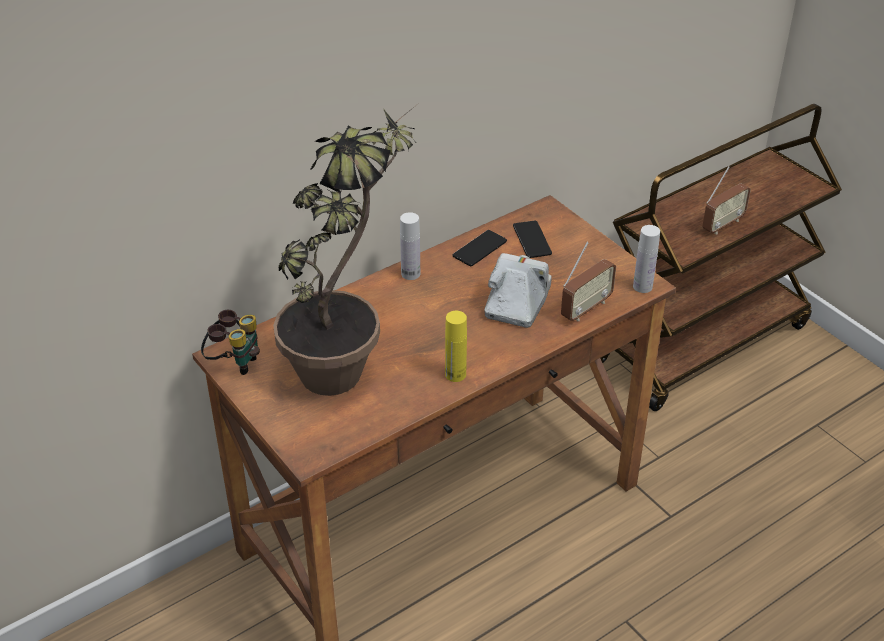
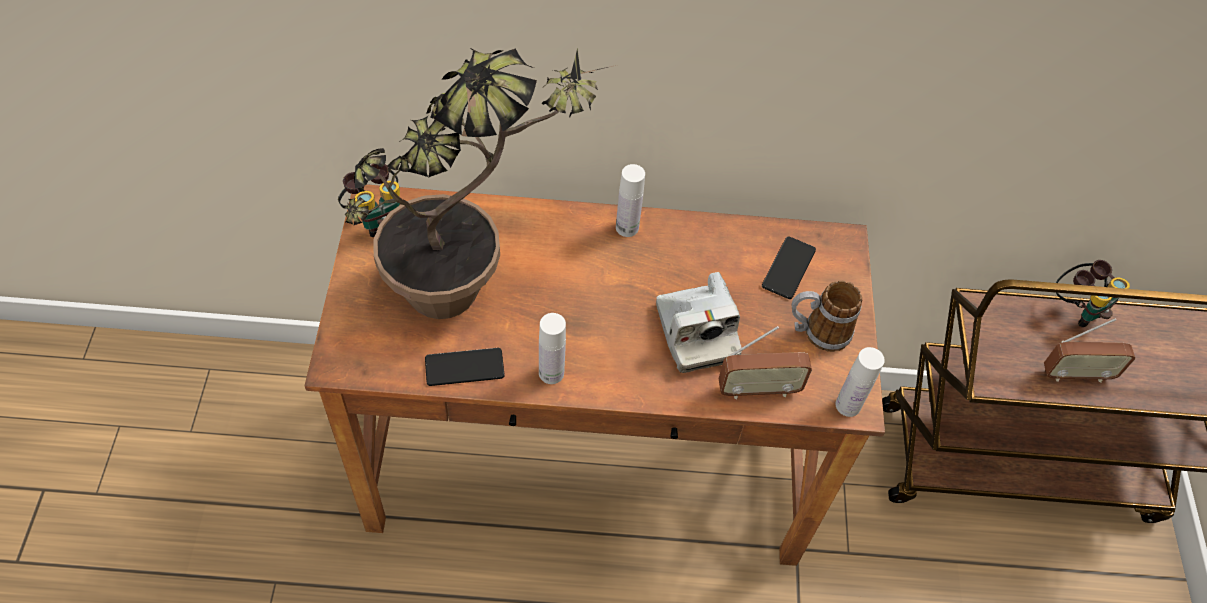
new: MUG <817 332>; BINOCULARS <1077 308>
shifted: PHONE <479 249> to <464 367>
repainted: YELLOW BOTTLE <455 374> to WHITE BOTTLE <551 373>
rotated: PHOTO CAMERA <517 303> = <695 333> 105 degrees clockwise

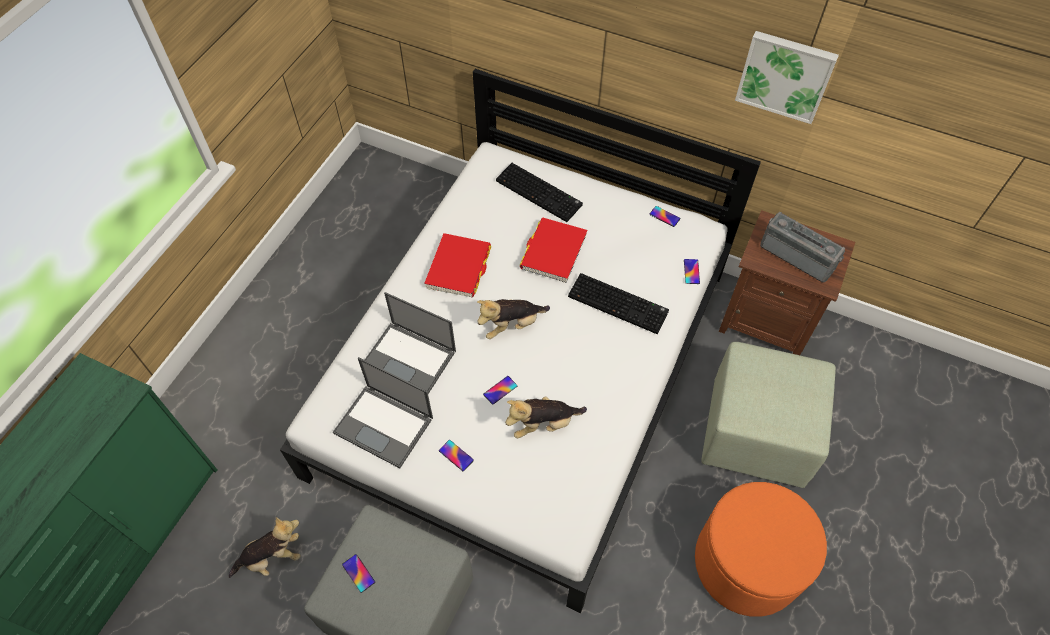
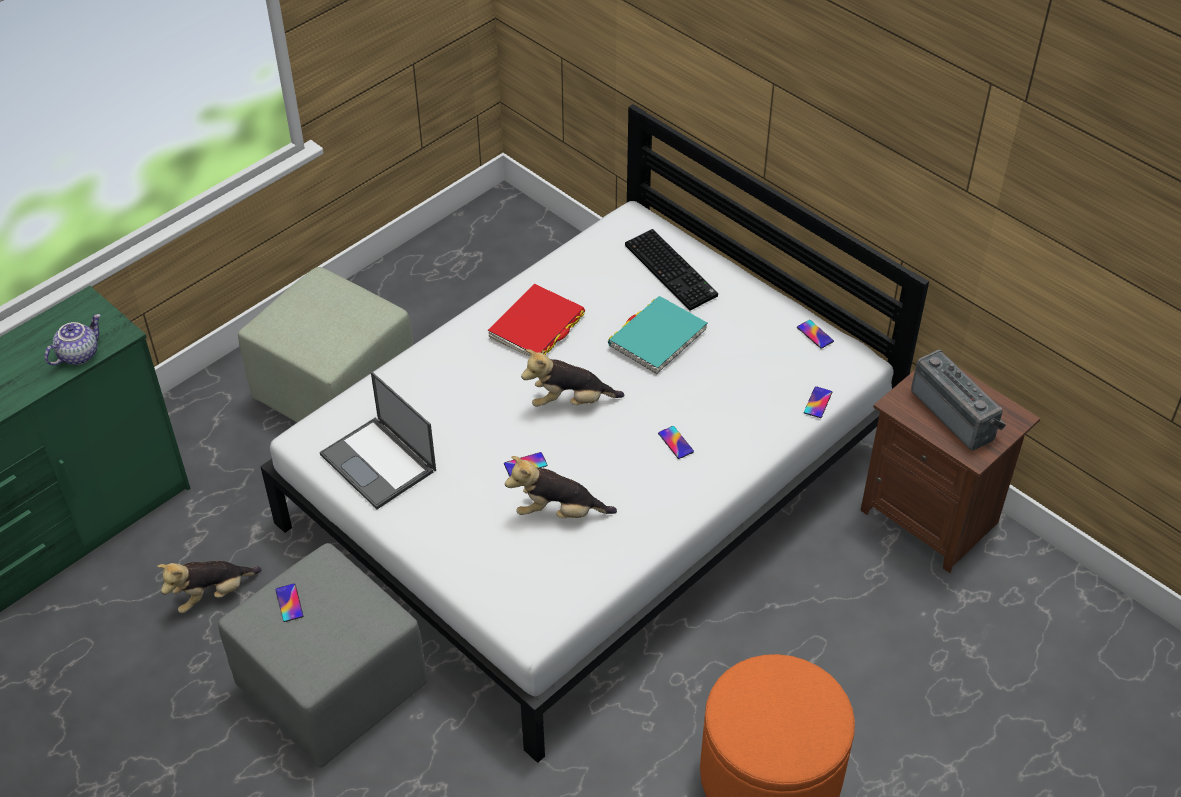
gone: LAPTOP <410 358>; KEYBOARD <619 303>; PICTURE <785 75>
new: TEAPOT <78 354>
shifted: GREEN OTTOMAN <758 433> to <337 391>; PHONE <456 455> to <675 442>
repainted: RED BOOK <553 252> to TURQUOISE BOOK <657 338>
rotated: PLUSH TOY <272 557> = <212 595> 150 degrees clockwise

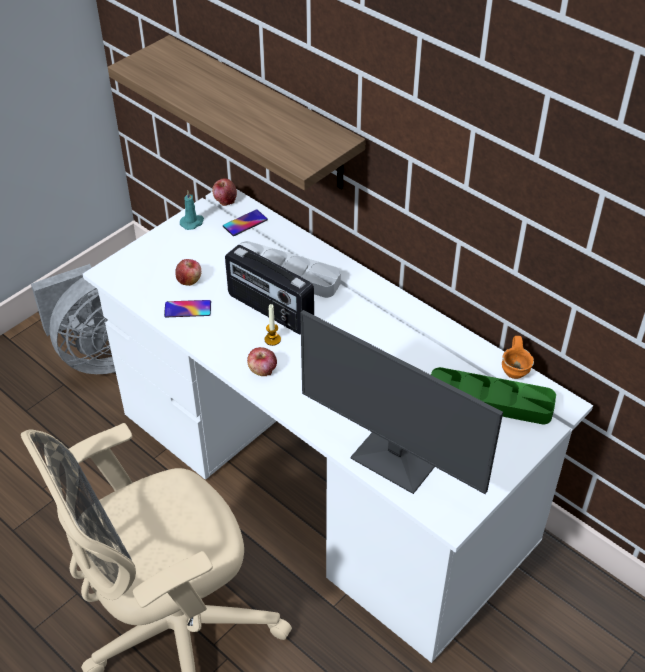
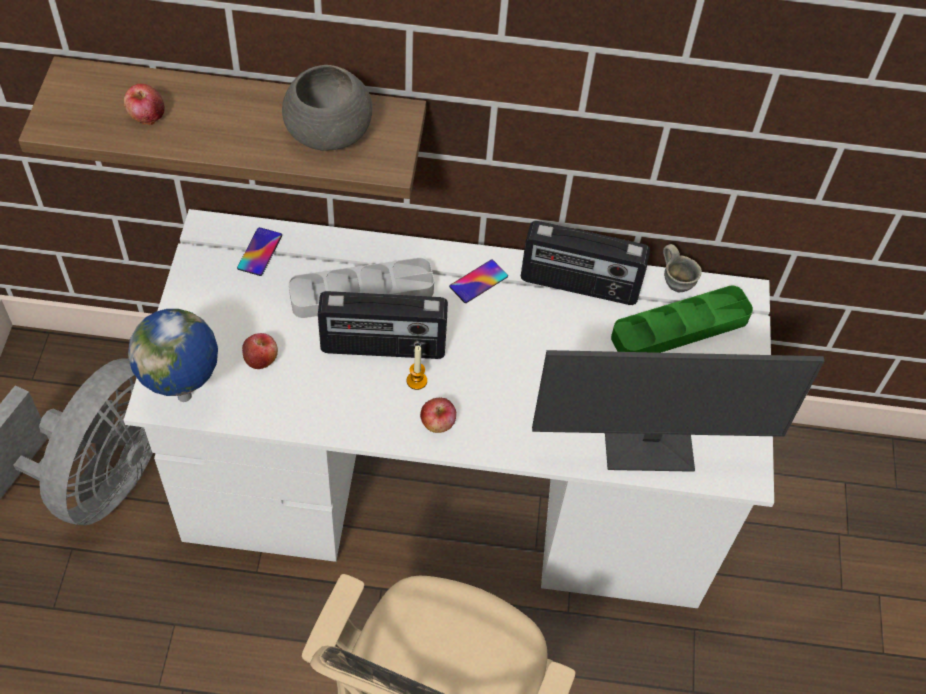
gone: TURQUOISE CANDLE <192 222>
new: GLOBE <186 396>; GREY BOWL <326 133>; RADIO <579 285>
shifted: APPLE <225 200> to <146 116>; PHONE <187 309> to <478 281>
repainted: ORANGE MUG <516 371> to GREY MUG <677 282>

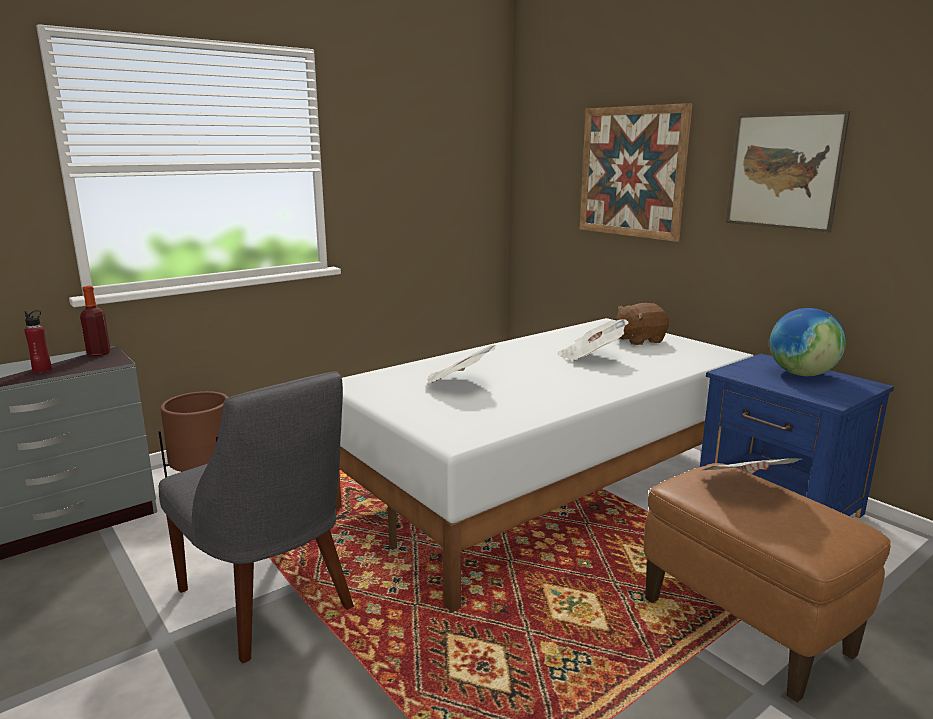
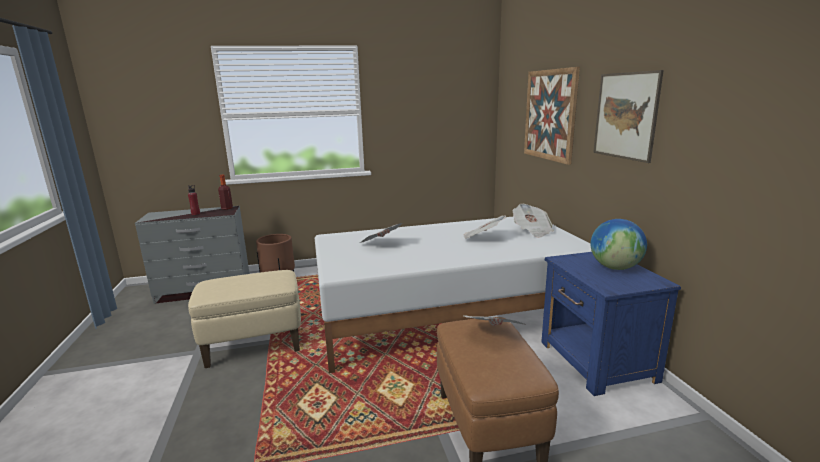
swapped: GREY CHAIR <269 602> to BEIGE OTTOMAN <253 346>; BROWN PLUSH TOY <639 340> to NEWSPAPER <532 231>

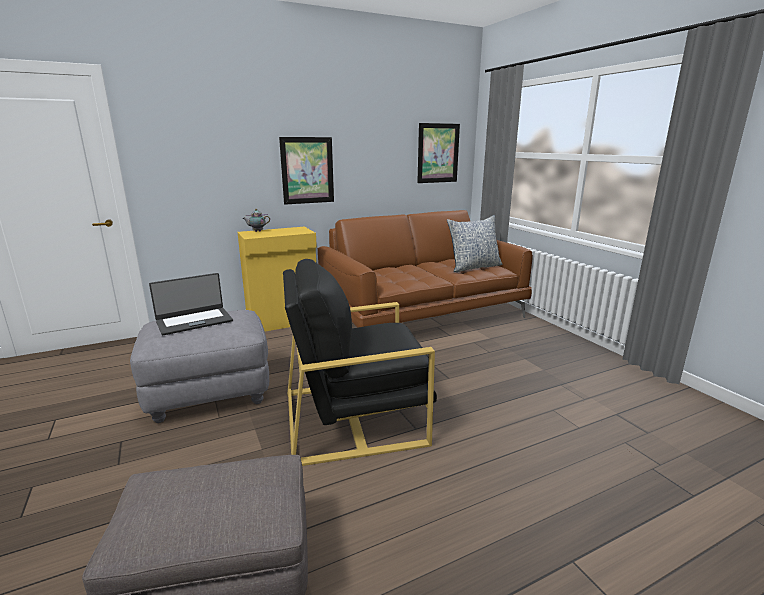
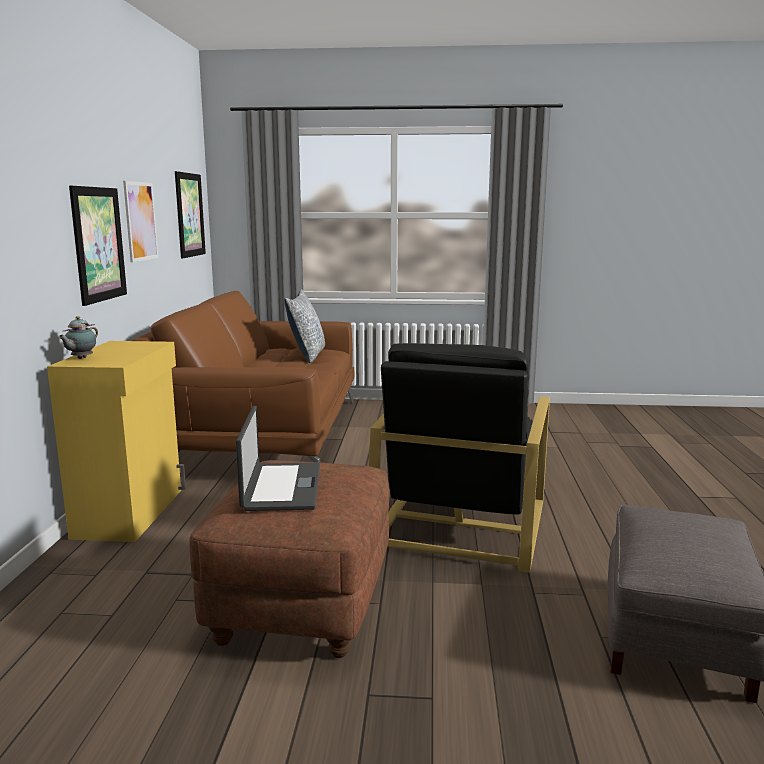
new: PICTURE <140 221>
repainted: GREY OTTOMAN <210 393> to BROWN OTTOMAN <302 602>

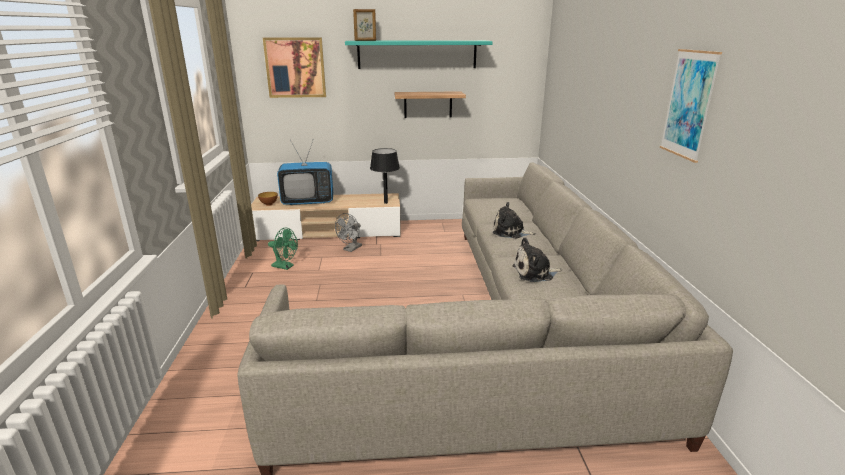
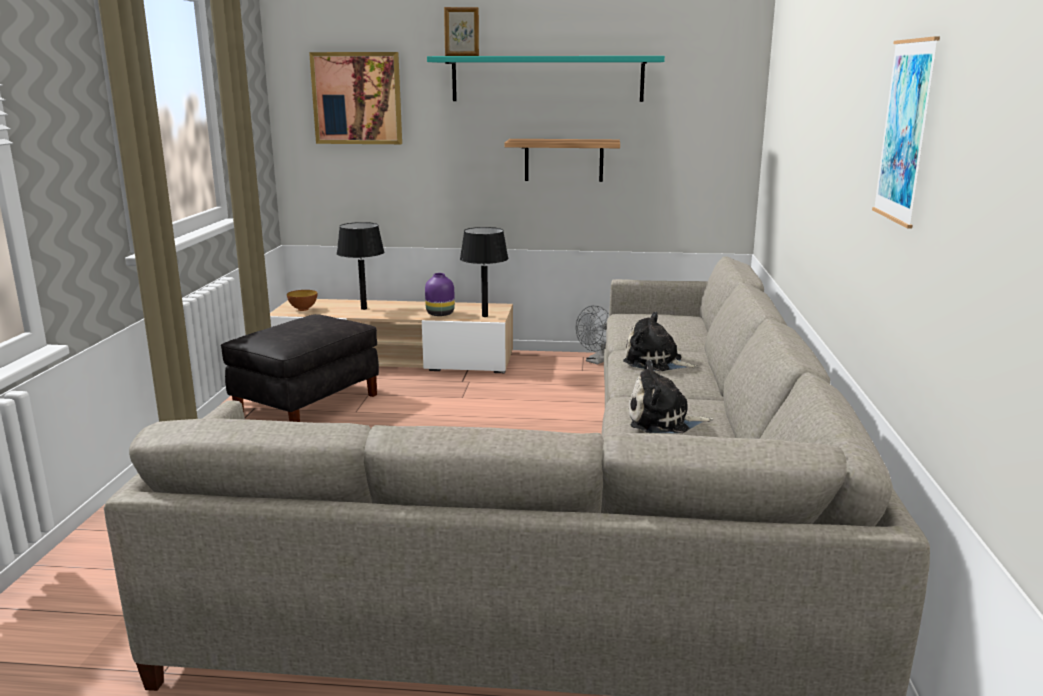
new: PURPLE VASE <439 314>
shifted: GREY FAN <351 249> to <597 361>
swapped: GREEN FAN <285 266> to BLACK OTTOMAN <307 403>; TELEVISION <308 201> to BLACK TABLE LAMP <364 308>

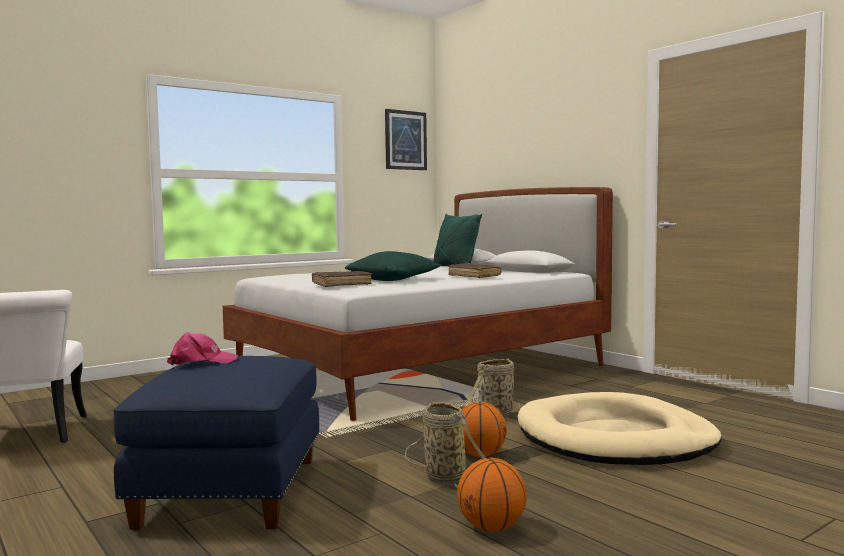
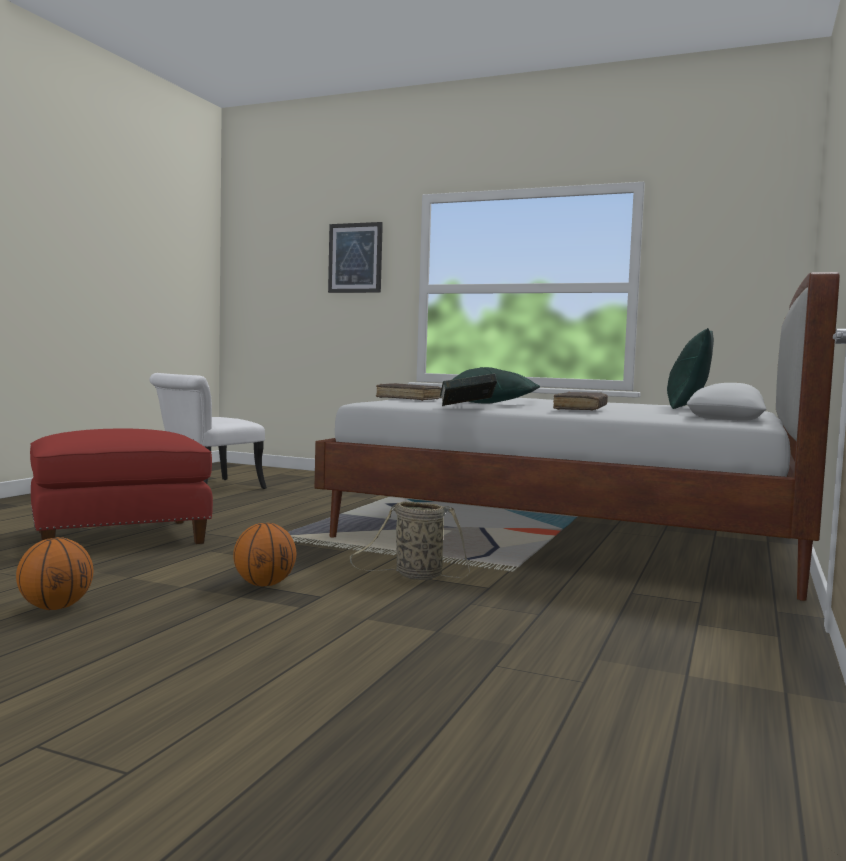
gone: PINK CAP <201 361>; BASKET <443 478>; BEIGE DOG BED <615 438>
new: BOOK <467 407>
shifted: PICTURE <405 140> to <355 258>
repainted: BLUE OTTOMAN <229 490> to RED OTTOMAN <120 537>

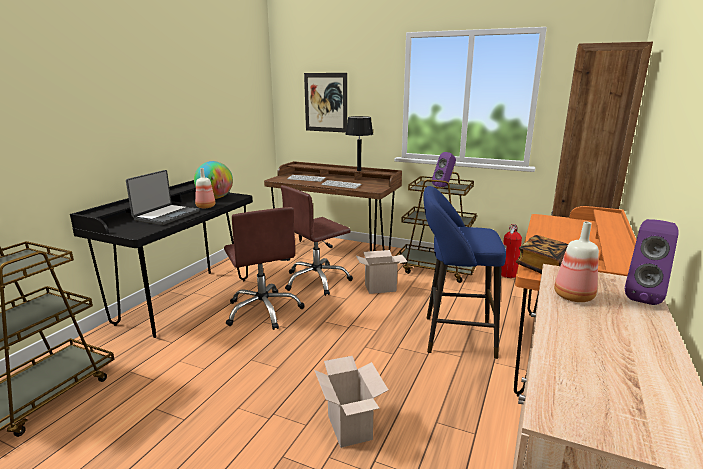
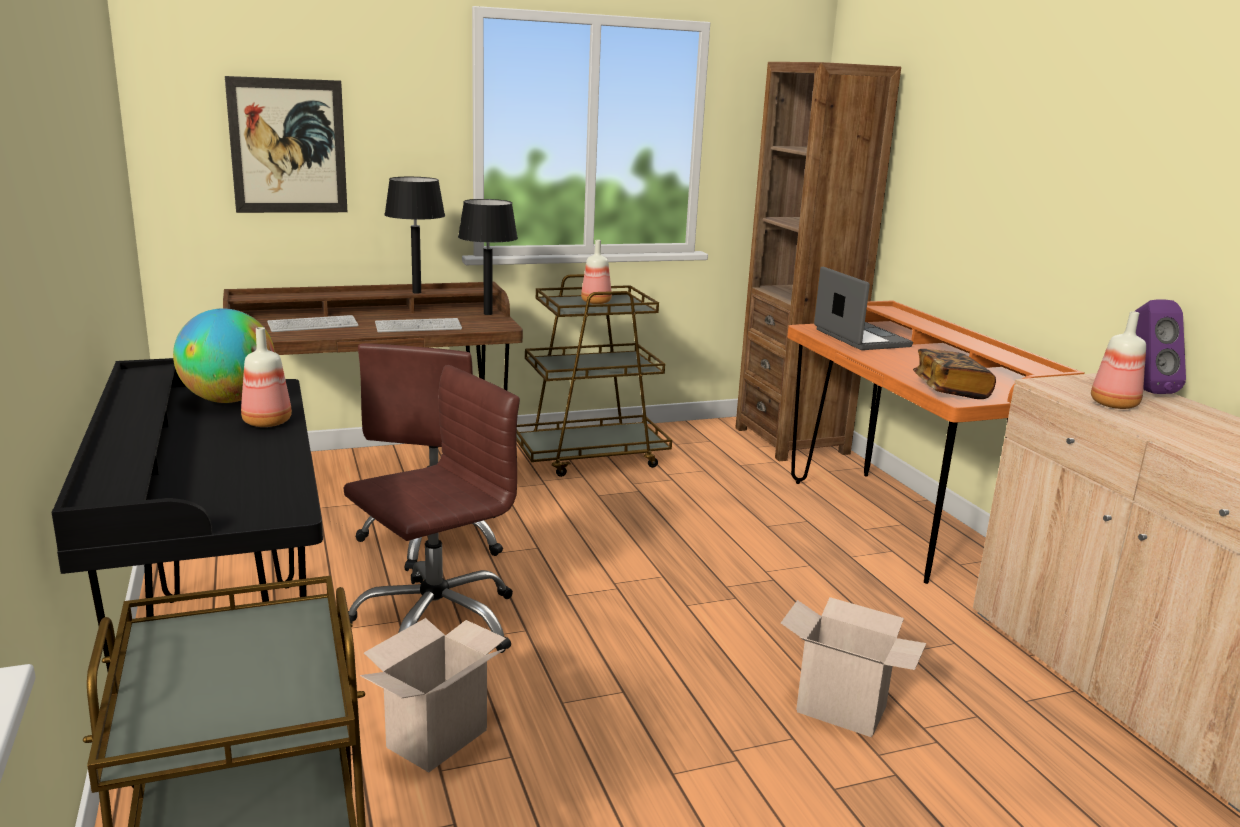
gone: BLUE STOOL <453 336>; FIRE EXTINGUISHER <508 274>
new: BLACK TABLE LAMP <487 314>
shifted: CARDBOARD BOX <381 287> to <437 736>; LAPTOP <166 215> to <859 338>
swapped: PURPLE SPEAKER <444 186> to BOTTLE <597 302>
rotated: BROWN OFFICE CHAIR <264 311> = <435 622> 60 degrees counterclockwise

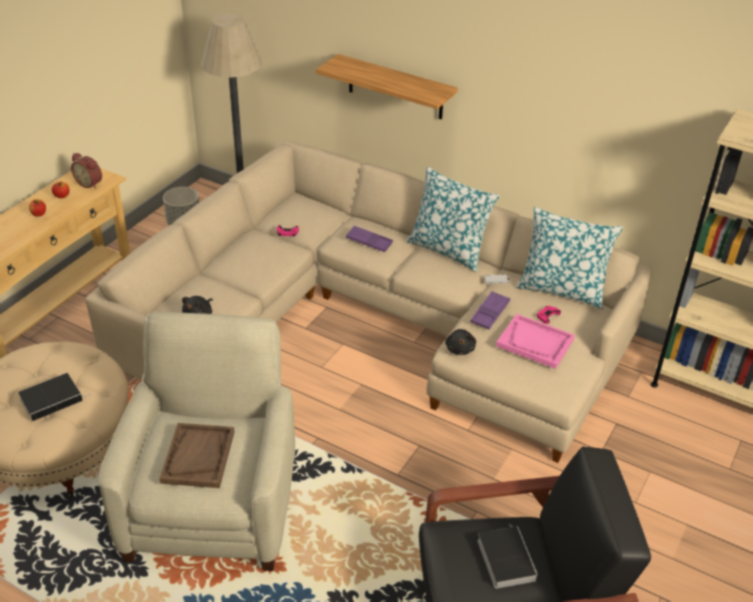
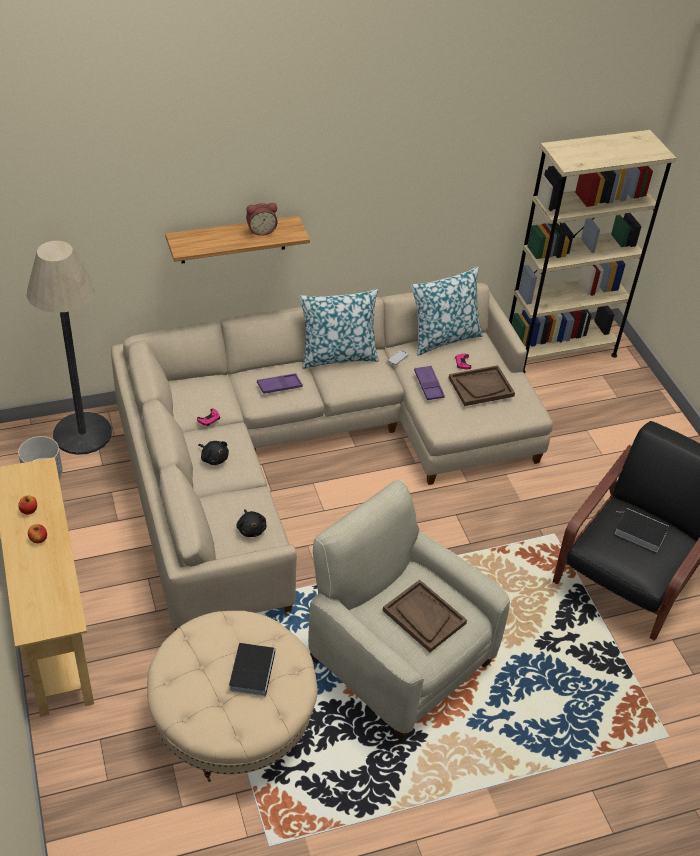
shifted: BLACK PLUSH TOY <460 348> to <214 458>; ALARM CLOCK <90 183> to <261 230>
repainted: PINK TRAY <535 343> to BROWN TRAY <481 387>

